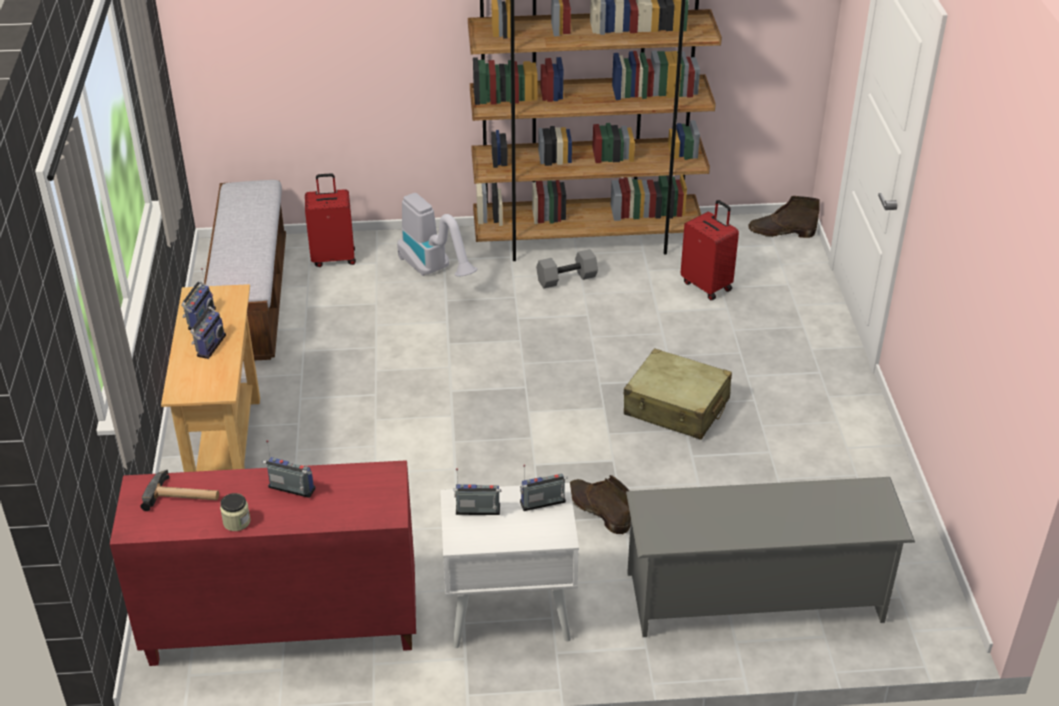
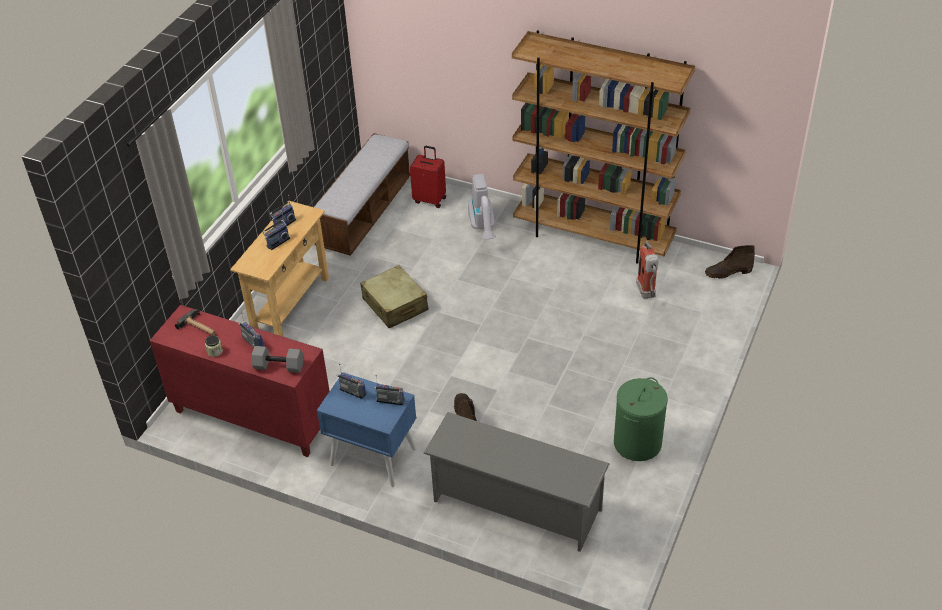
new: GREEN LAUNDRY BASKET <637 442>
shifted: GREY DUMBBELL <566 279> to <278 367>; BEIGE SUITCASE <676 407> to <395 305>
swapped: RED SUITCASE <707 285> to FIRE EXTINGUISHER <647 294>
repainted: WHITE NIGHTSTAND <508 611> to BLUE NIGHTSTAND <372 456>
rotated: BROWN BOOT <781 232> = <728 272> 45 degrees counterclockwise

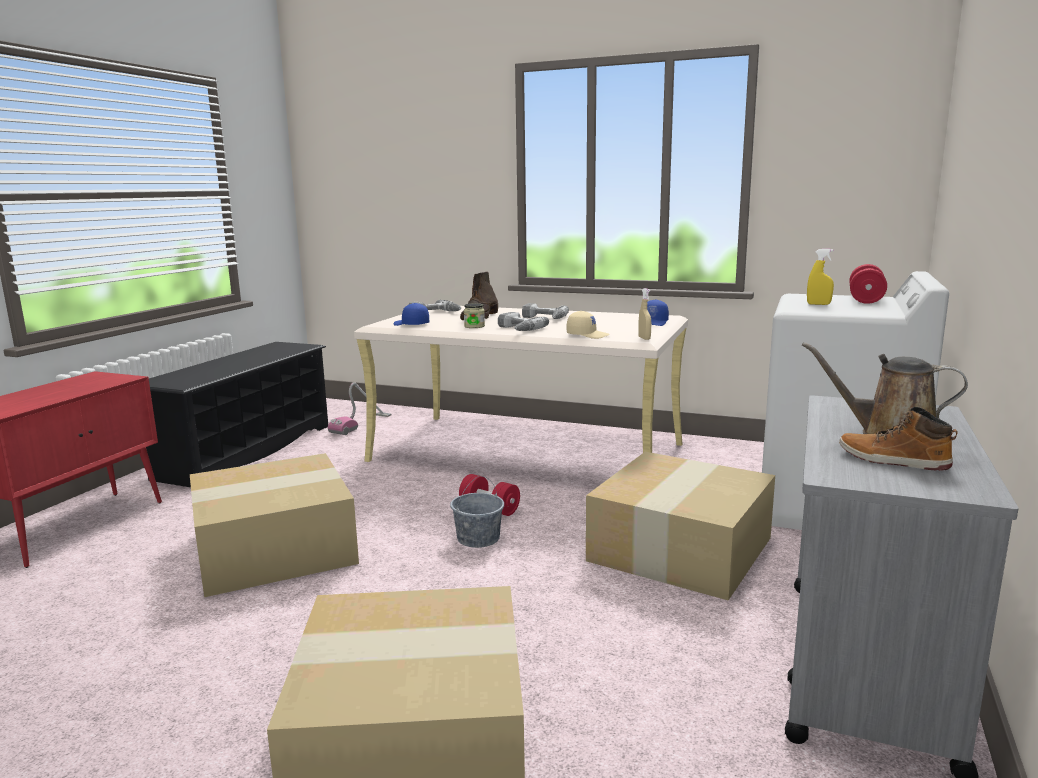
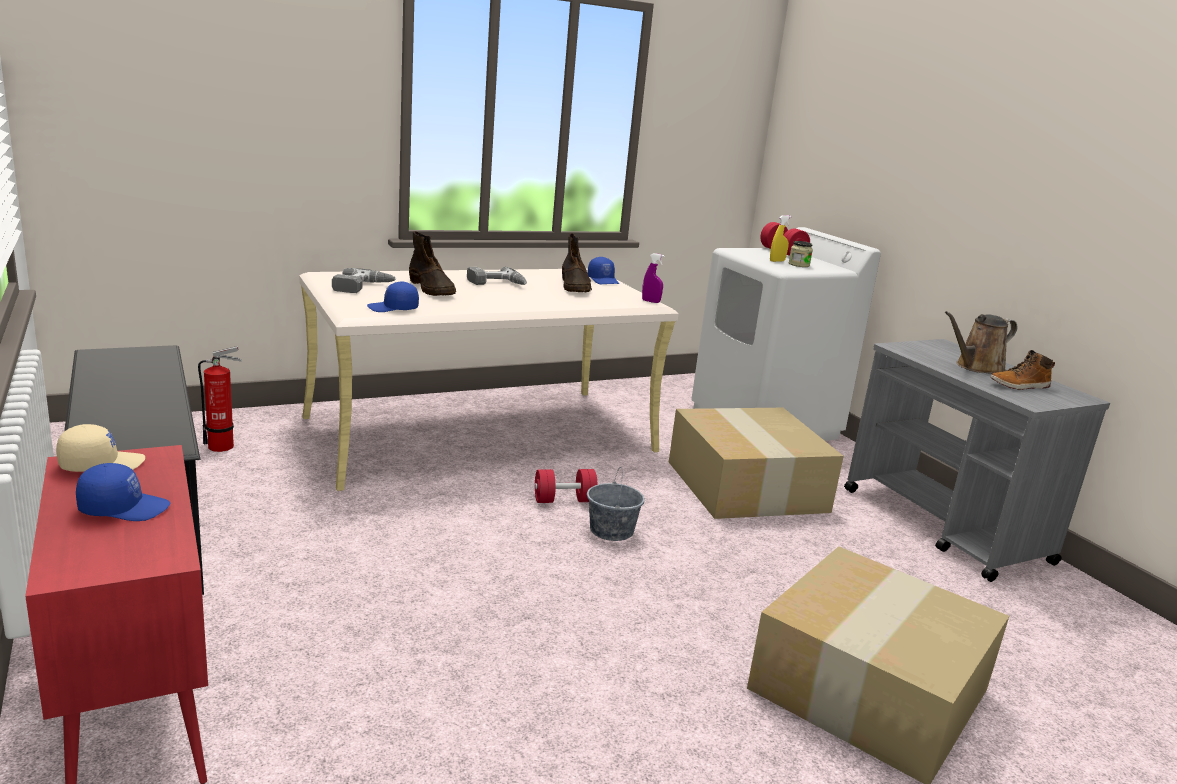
gone: CARDBOARD BOX <277 547>; POWER DRILL <517 329>
new: BLUE CAP <124 508>; BROWN BOOT <575 287>
shifted: BEIGE CAP <587 335> to <102 464>; JAR <474 326> to <799 265>
swapped: VACUUM CLEANER <361 424> to FIRE EXTINGUISHER <224 446>
repainted: BEIGE SPRAY BOTTLE <644 338> to PURPLE SPRAY BOTTLE <651 301>

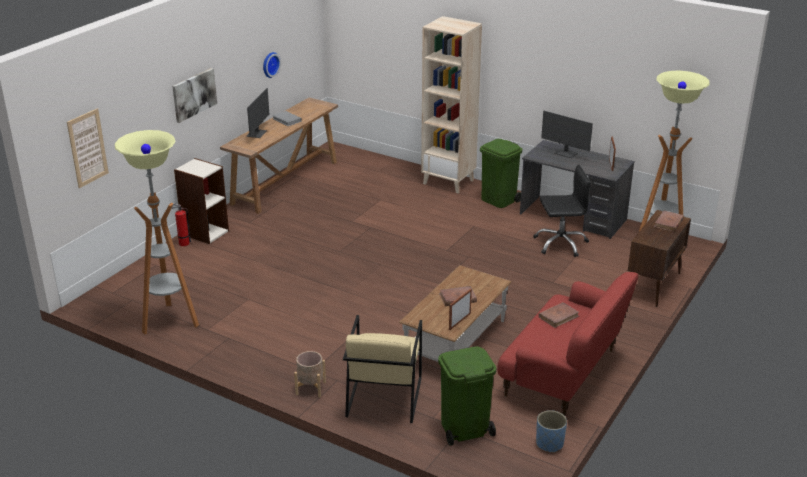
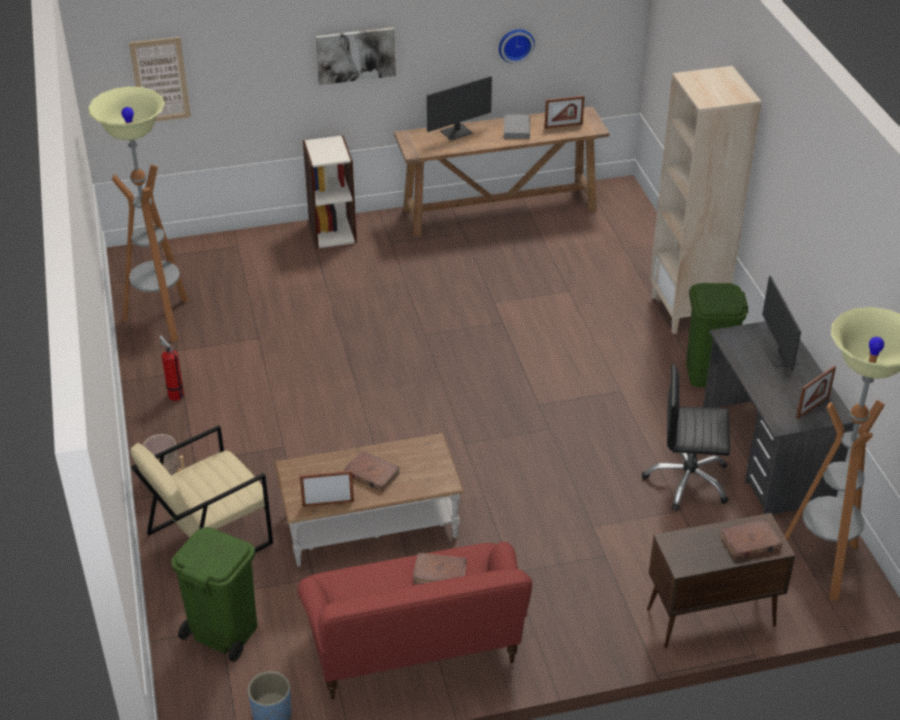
new: PICTURE FRAME <563 126>
shifted: FIRE EXTINGUISHER <182 243> to <175 394>
rotated: BLACK OFFICE CHAIR <560 243> = <687 481> 150 degrees clockwise

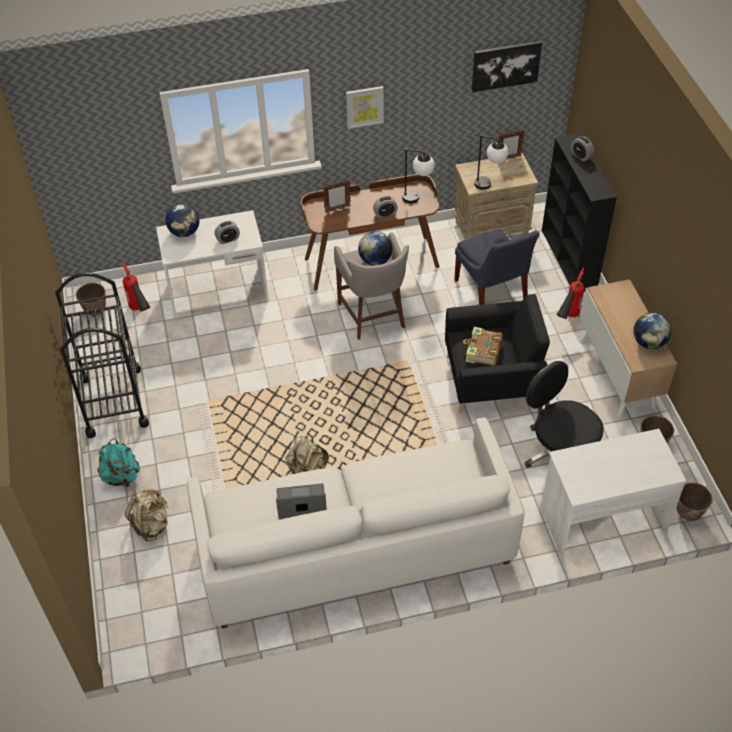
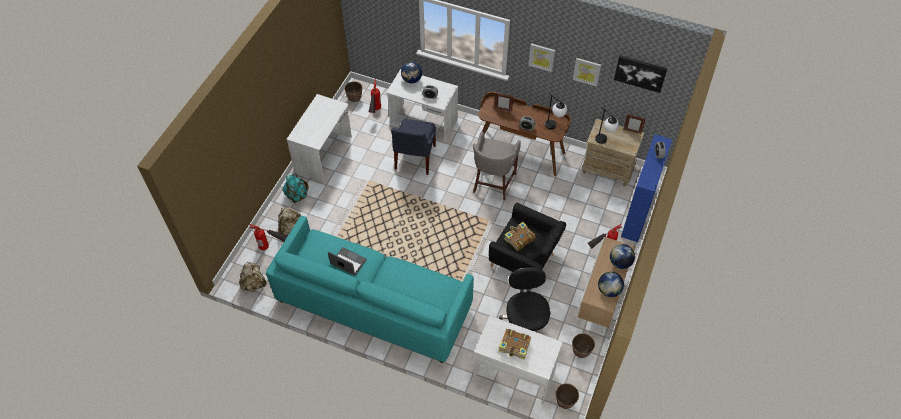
new: FIRE EXTINGUISHER <273 247>; BOOK <515 346>; PICTURE <587 71>
shifted: BEIGE BACKPACK <307 471> to <254 284>; BLUE CHAIR <491 293> to <414 159>; GLOBE <375 260> to <620 262>
swapped: BLACK CART <114 401> to WHITE DESK <324 154>
repainted: WHITE SOFA <354 548> to TURQUOISE SOFA <373 303>; BLACK BOOKCASE <569 259> to BLUE BOOKCASE <638 214>

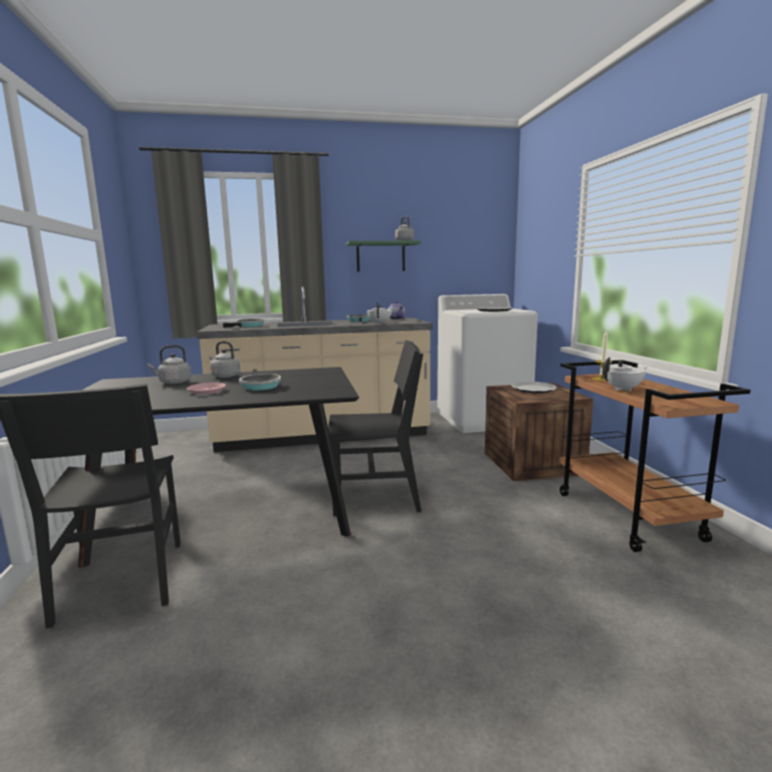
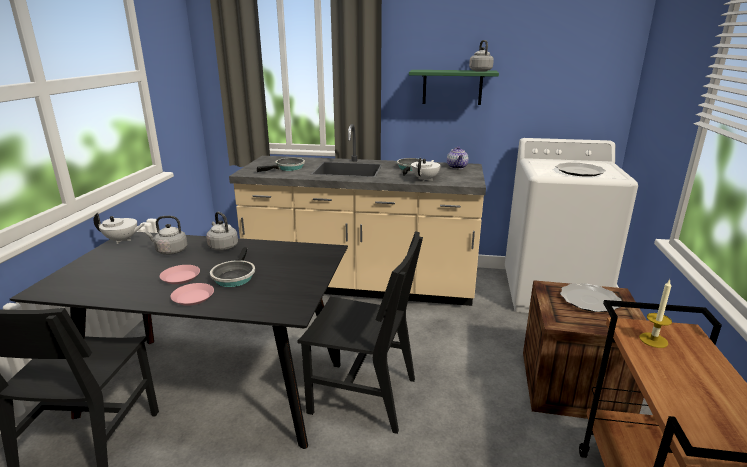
new: PINK PLATE <193 297>
shifted: WHITE TEAPOT <623 389> to <122 240>

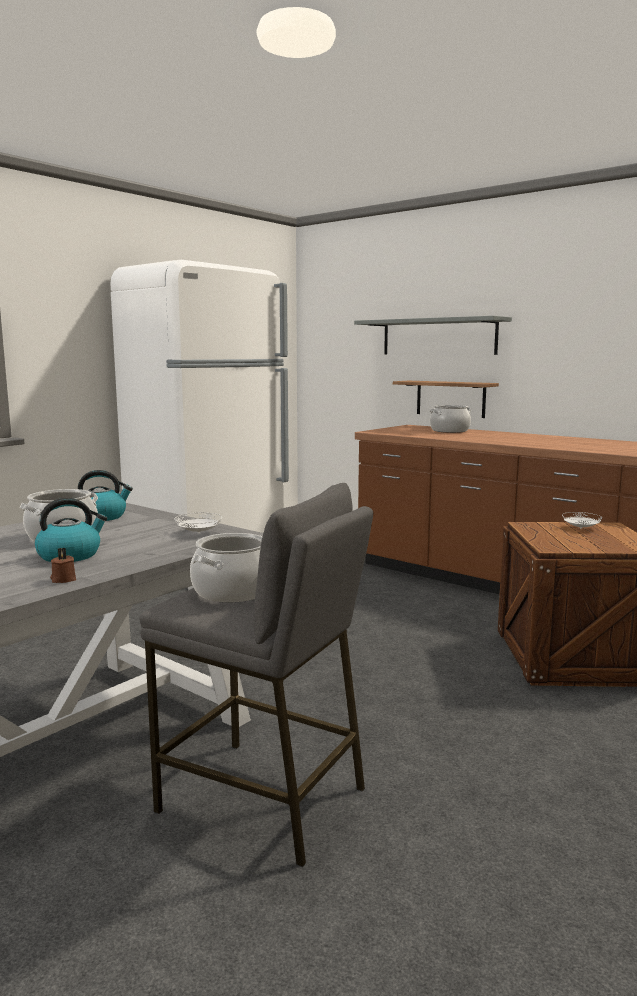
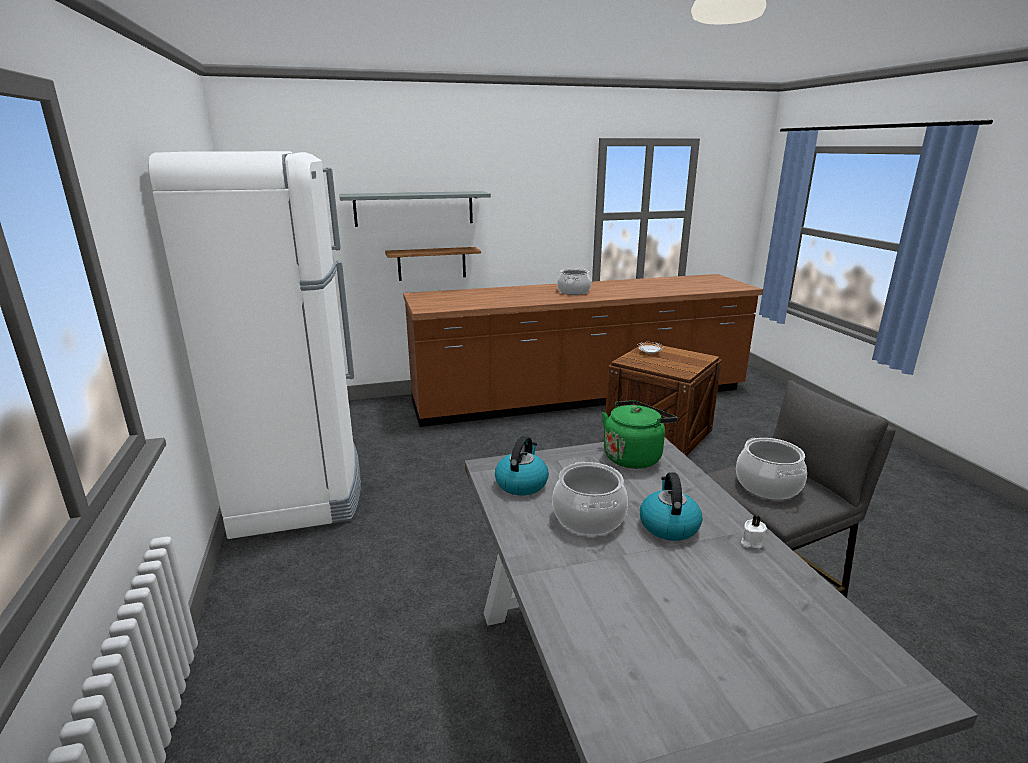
shifted: COOKING POT <449 431> to <574 292>
swapped: WHITE PLATE <198 533> to GREEN KETTLE <634 456>
repainted: BROWN CANDLE <63 579> to WHITE CANDLE <751 542>

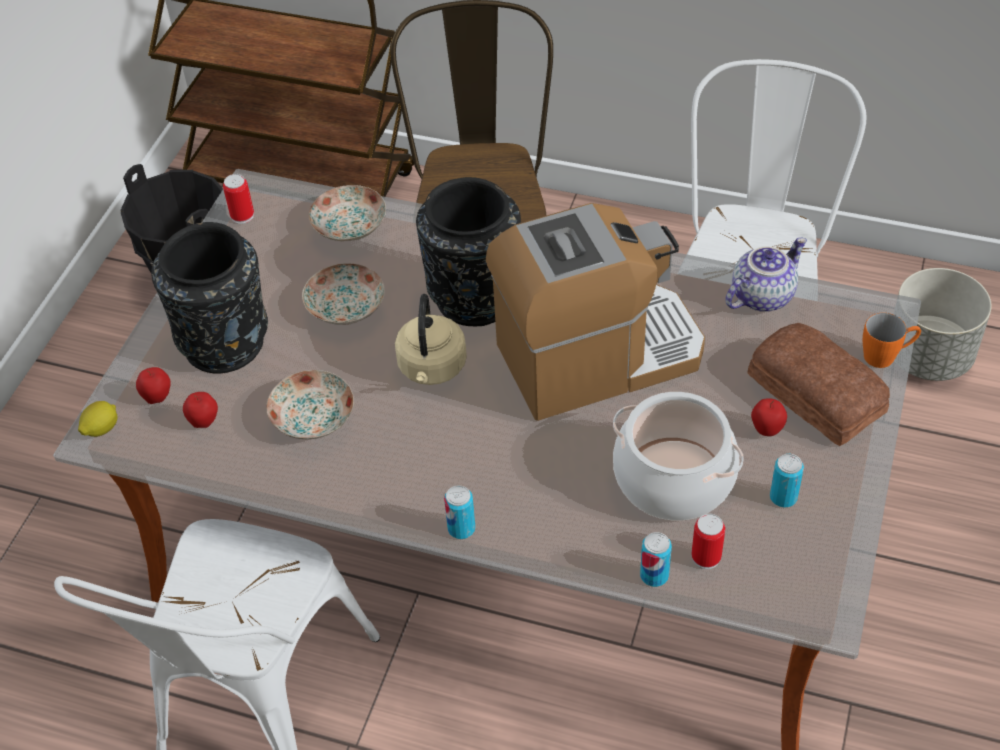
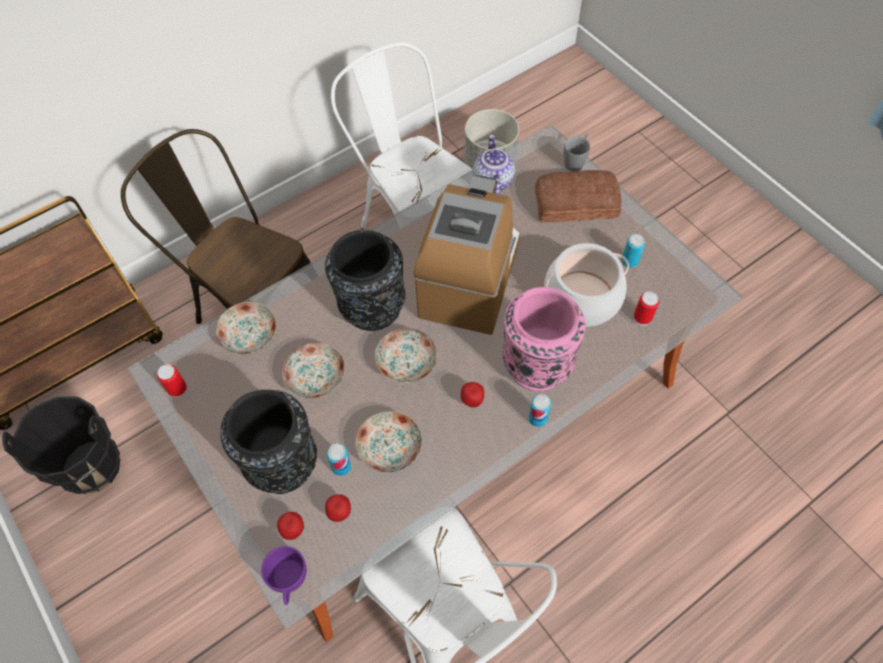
new: PINK VASE <536 363>
shifted: CAN <654 575> to <341 466>; APPLE <766 430> to <472 401>
swapped: LEMON <101 429> to PURPLE CUP <289 582>; BEIGE KETTLE <432 369> to PLATE <407 362>
repainted: ORANGE MUG <886 355> to GREY MUG <575 161>

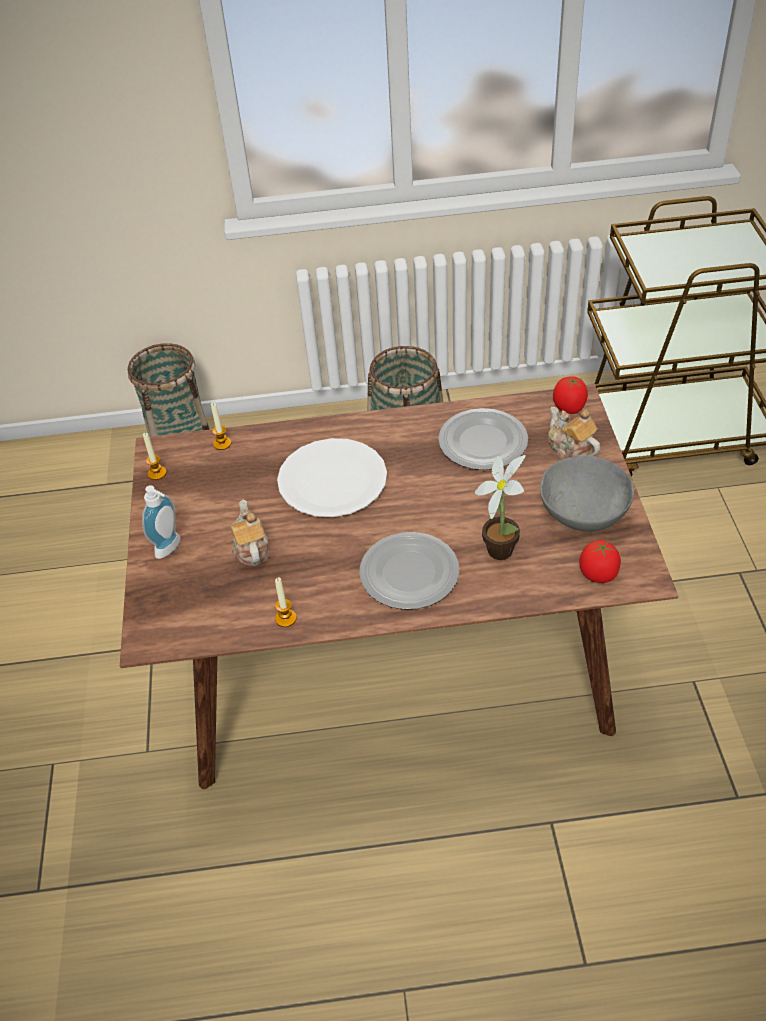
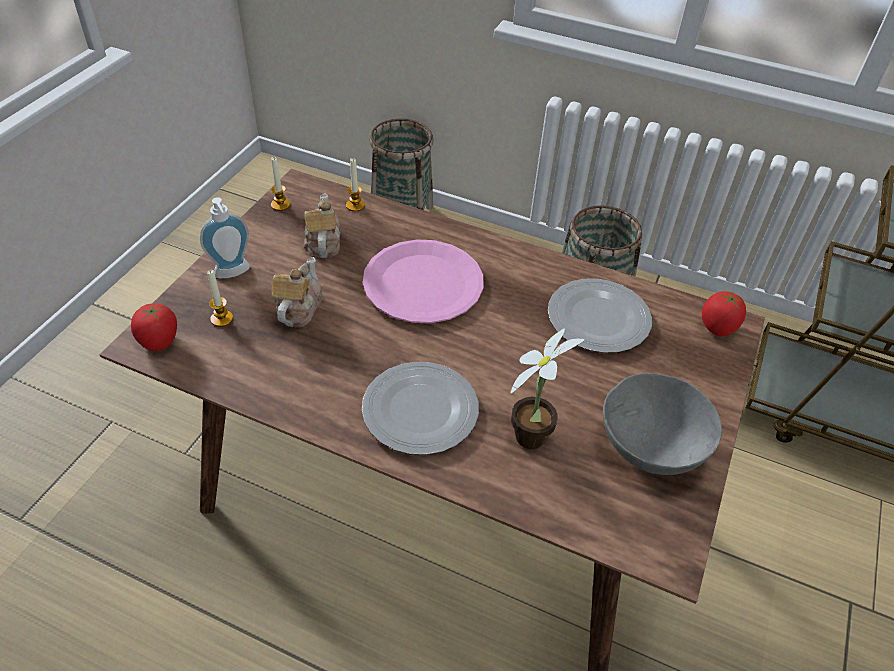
shifted: TOMATO <598 574> to <159 342>; CANDLE <286 618> to <222 319>; TEAPOT <570 449> to <323 242>
repainted: WHITE PLATE <332 480> to PINK PLATE <423 284>

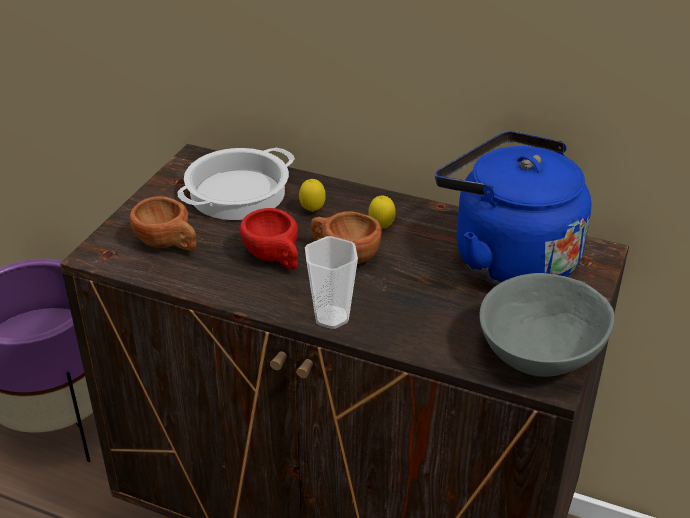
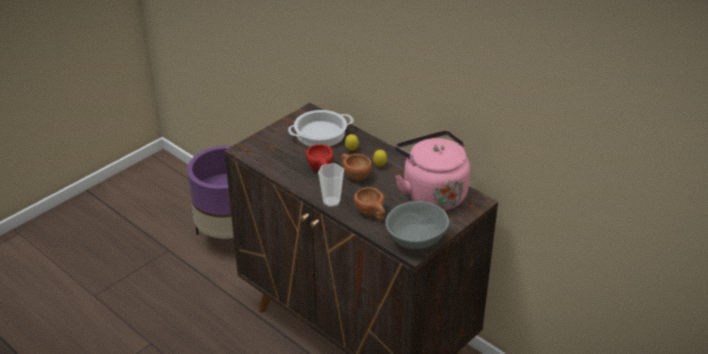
shifted: BROWN CUP <168 244> to <371 213>
repainted: BLUE KETTLE <507 258> to PINK KETTLE <431 194>

